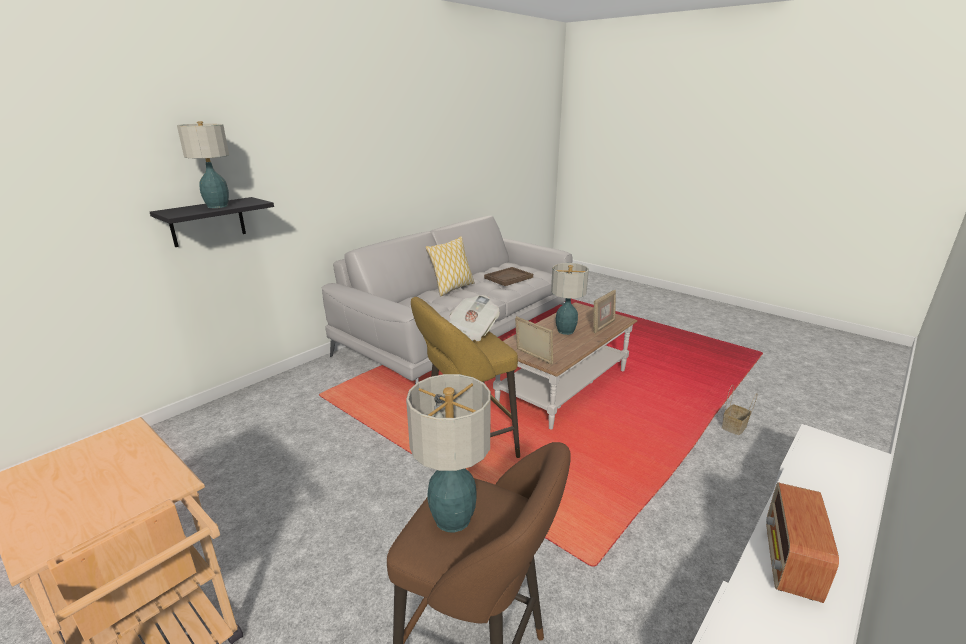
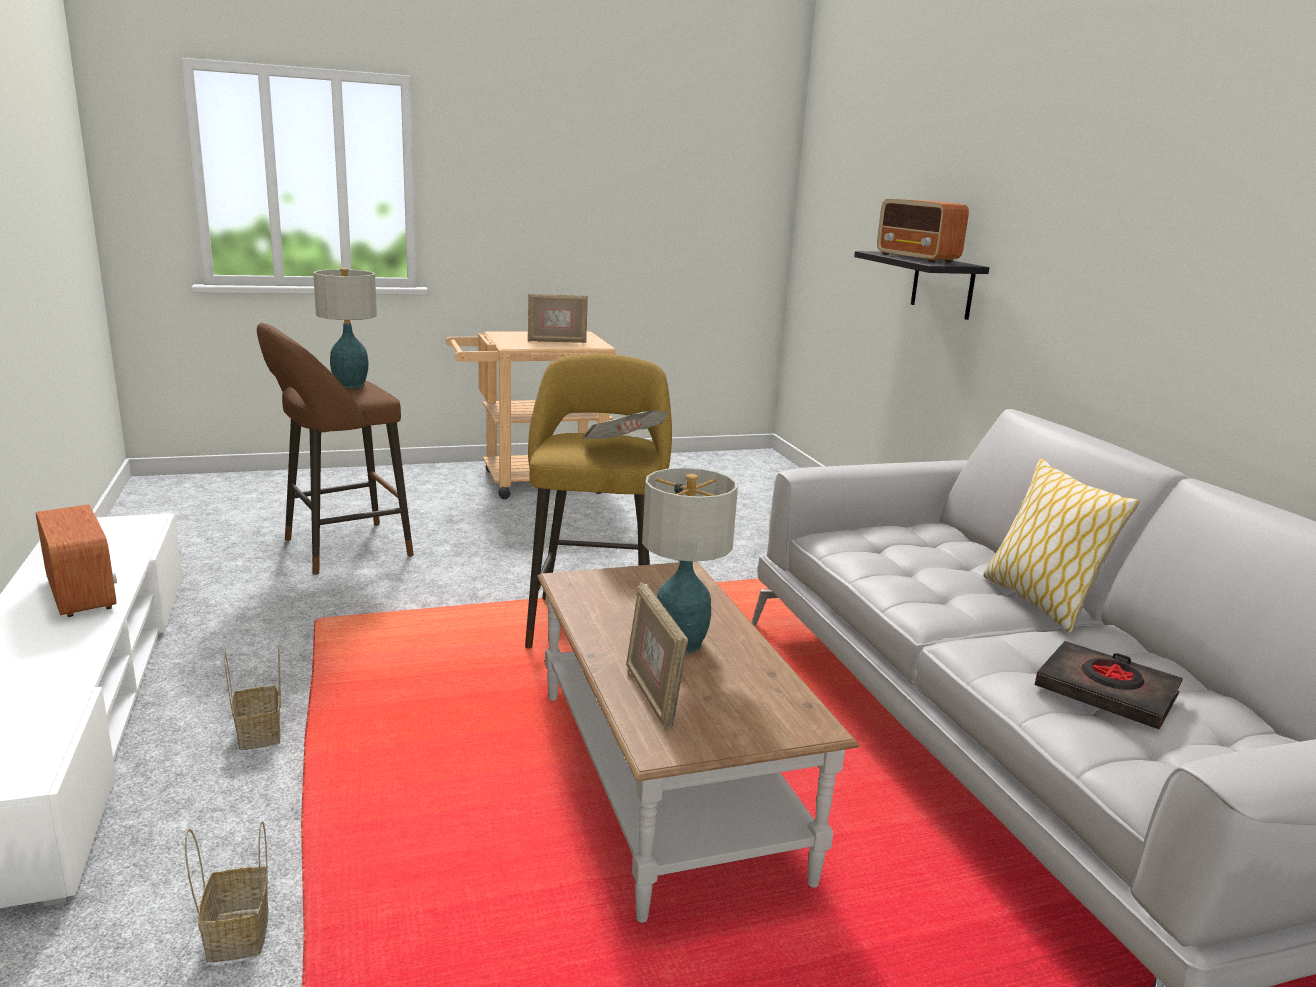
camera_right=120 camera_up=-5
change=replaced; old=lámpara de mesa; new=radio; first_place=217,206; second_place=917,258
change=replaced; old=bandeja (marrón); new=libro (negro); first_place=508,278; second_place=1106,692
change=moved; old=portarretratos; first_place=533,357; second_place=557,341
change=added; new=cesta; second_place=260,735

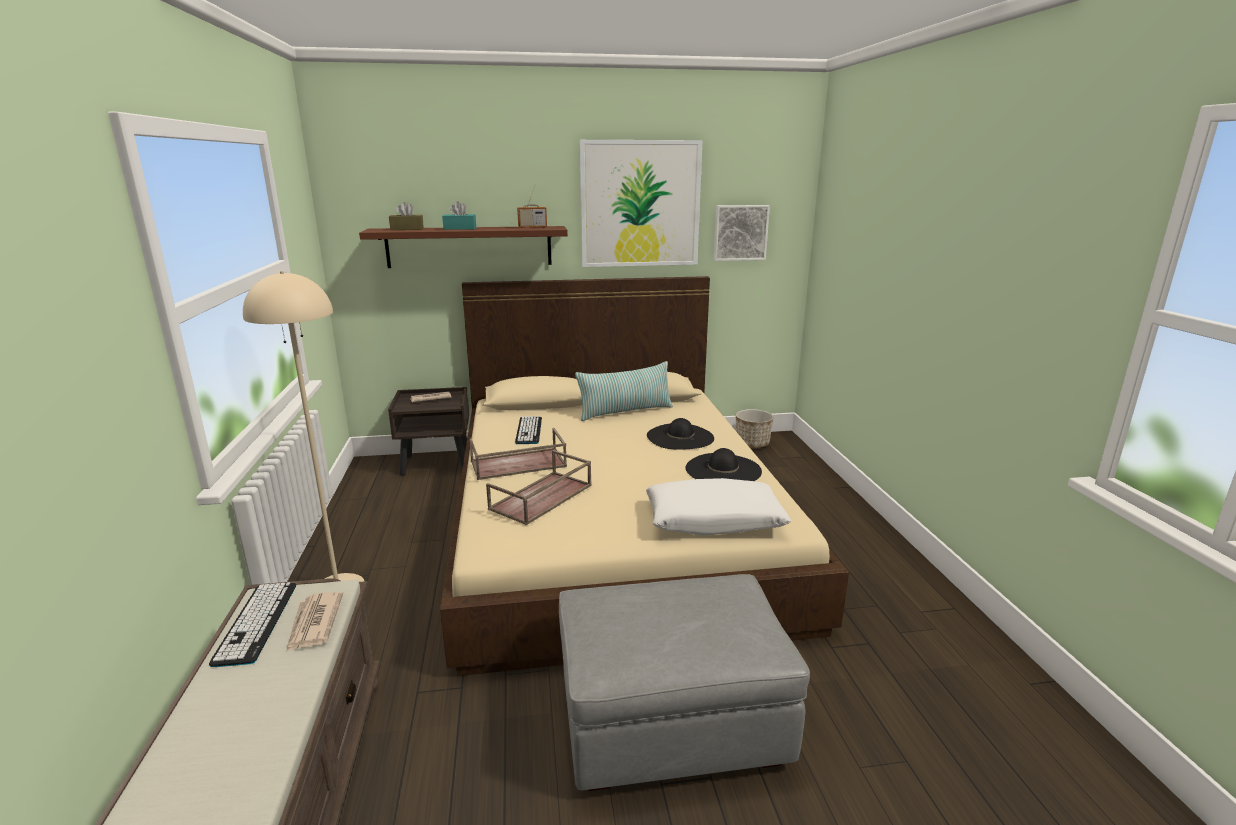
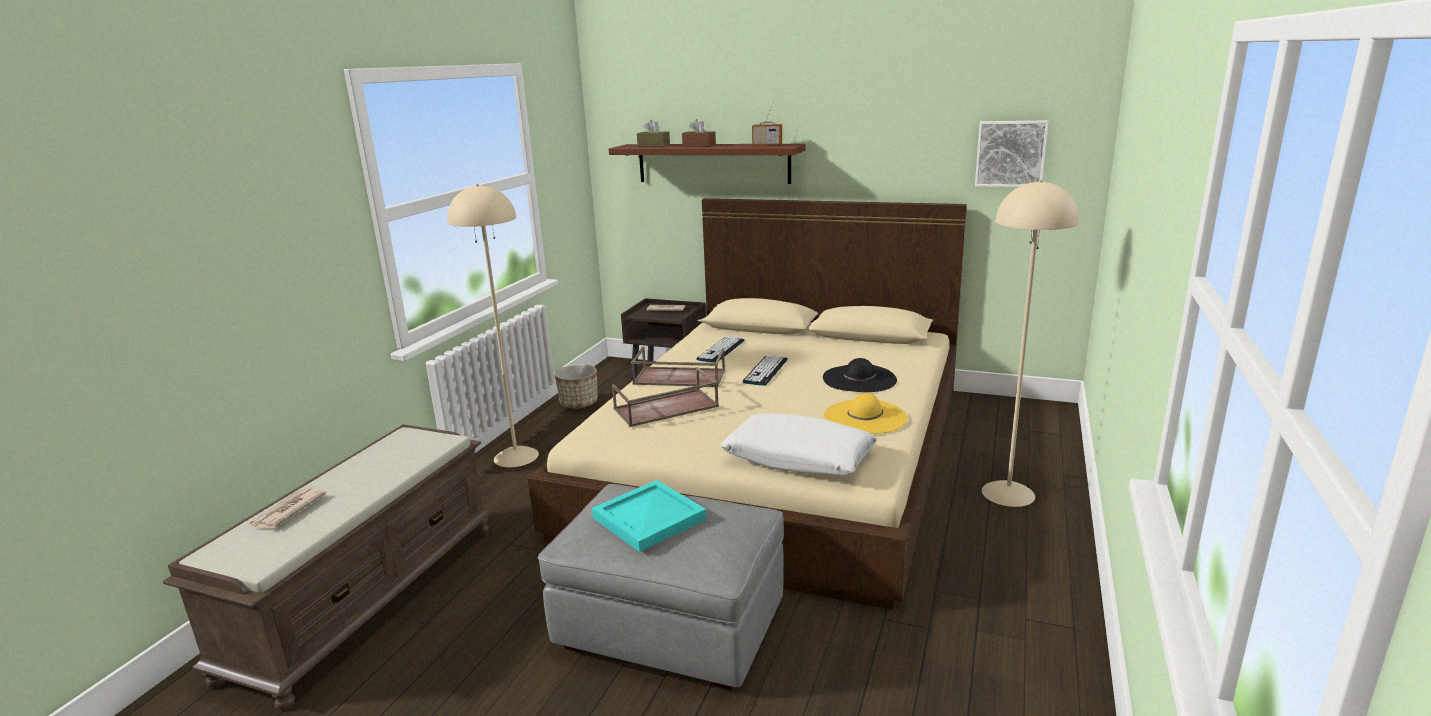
camera_right=30 camera_up=0
change=removed; old=cuadro; first_place=640,204
change=recoloured; old=caja de pañuelos (turquesa); new=caja de pañuelos (marrón); first_place=460,228; second_place=699,145
change=removed; old=cojín; first_place=625,411
change=moved; old=maceta; first_place=752,444; second_place=579,403
change=recoloured; old=sombrero (negro); new=sombrero (amarillo); first_place=723,470; second_place=865,417
change=moved; old=teclado; first_place=256,623; second_place=765,371
change=moved; old=periódico; first_place=314,623; second_place=287,511
change=added; new=lámpara de pie (beis); second_place=1008,493
change=added; new=bandeja (turquesa); second_place=648,519

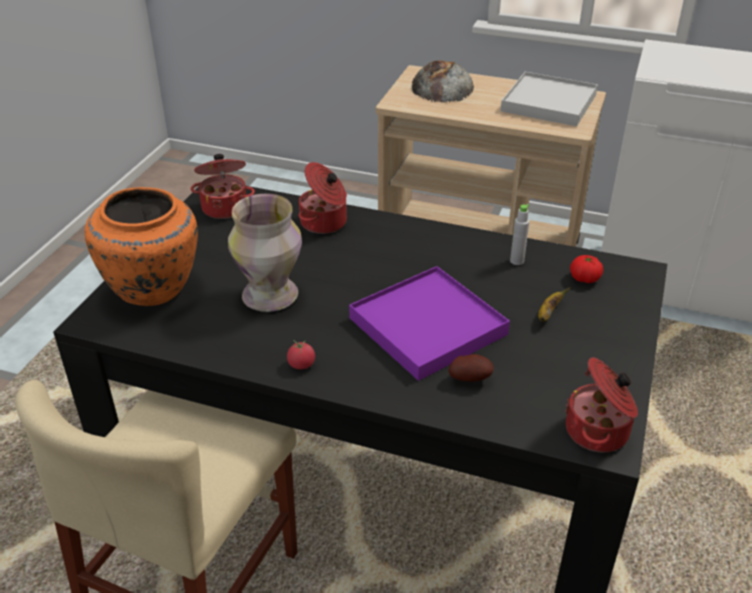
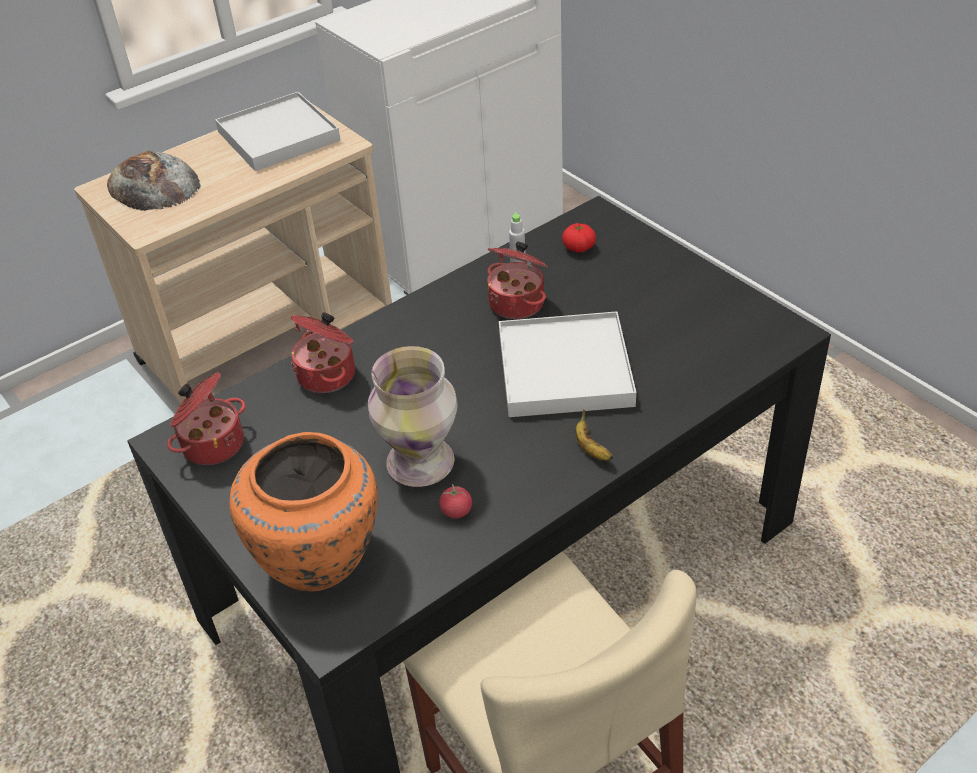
camera_right=-55 camera_up=5
change=recoloured; old=bandeja (morado); new=bandeja (blanco); first_place=427,326; second_place=564,370
change=moved; old=plátano; first_place=548,313; second_place=591,449
change=moved; old=tomate; first_place=301,364; second_place=456,511
change=removed; old=patata; first_place=470,378
change=moved; old=olla; first_place=598,431; second_place=518,303

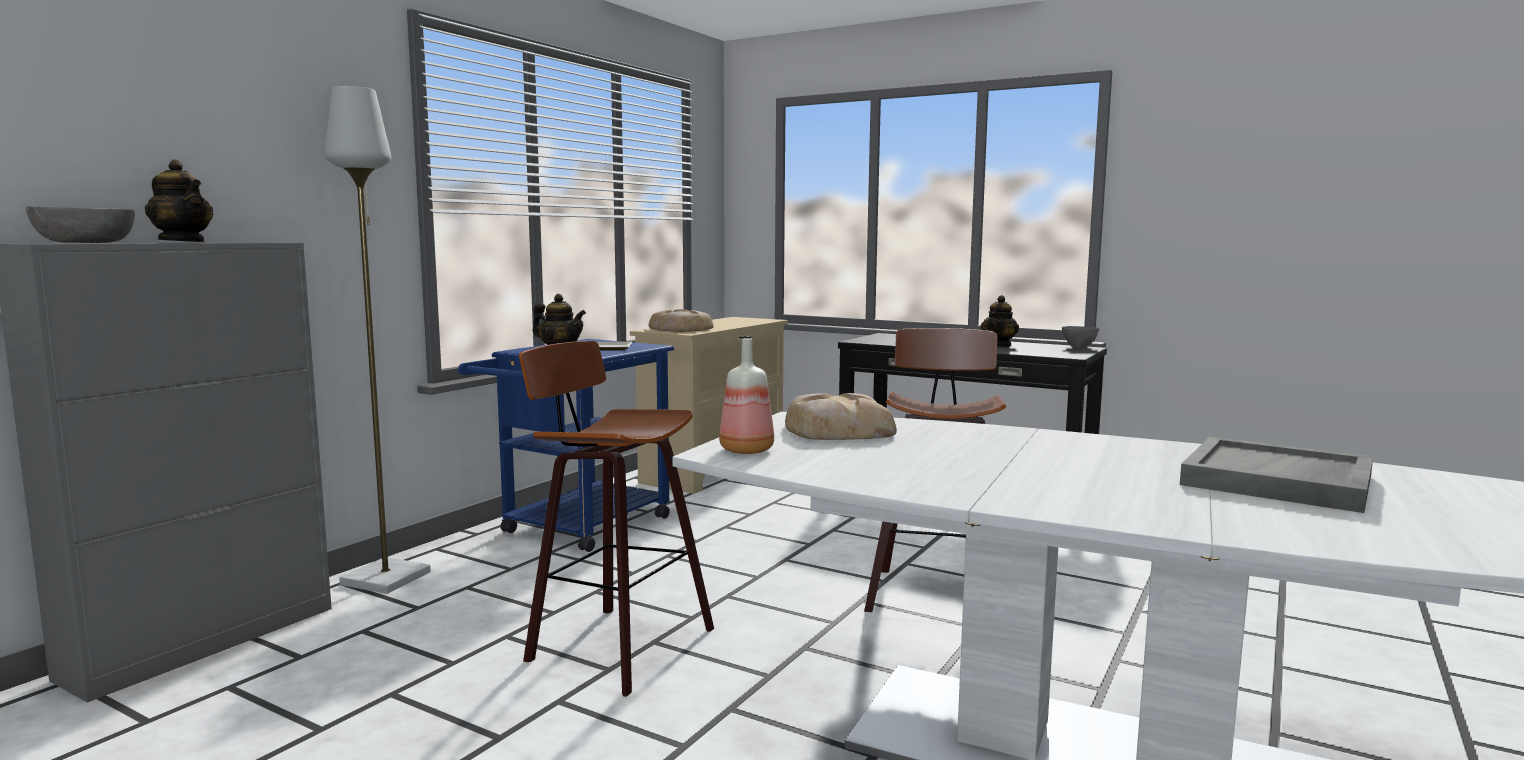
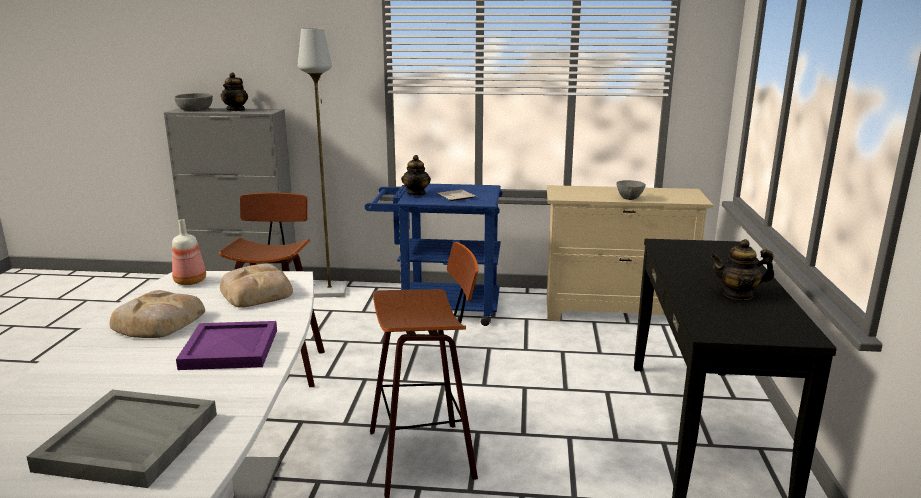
camera_right=65 camera_up=10
change=moved; old=pan; first_place=681,329; second_place=157,322
change=moved; old=cuenco (gris); first_place=1079,347; second_place=630,199
change=added; new=bandeja (morado); second_place=229,348

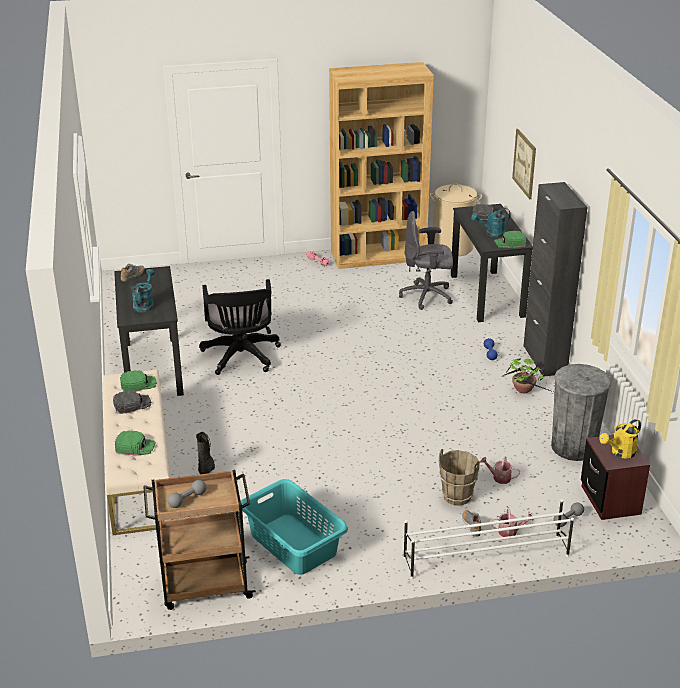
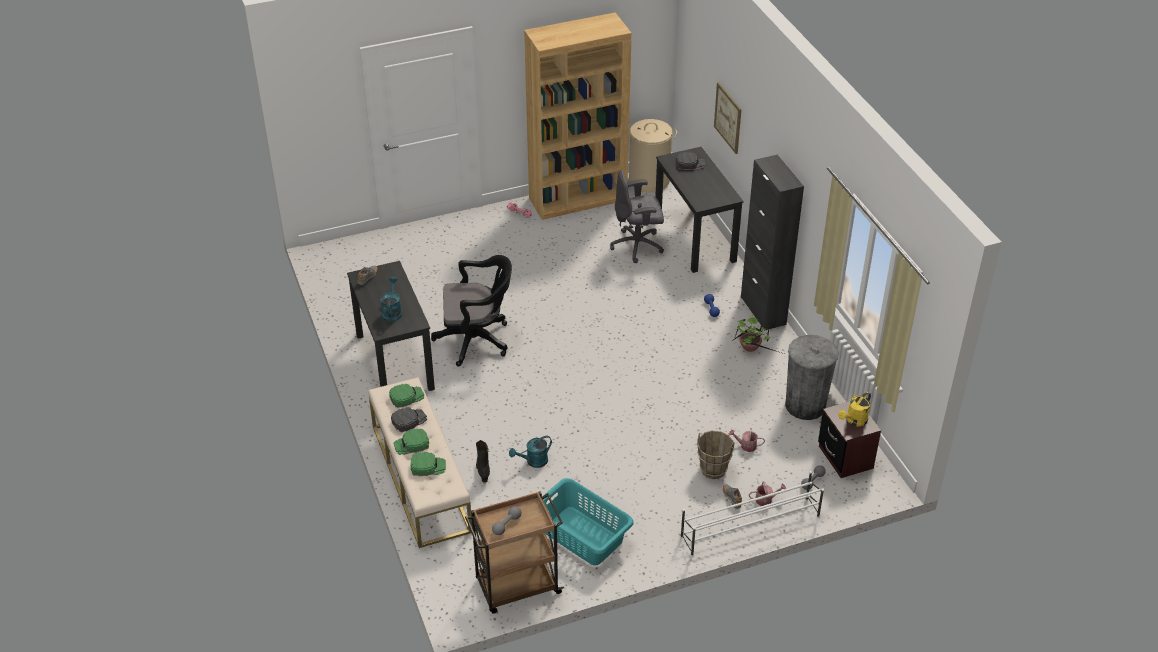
camera_right=-10 camera_up=10
change=moved; old=regadera (turquesa); first_place=492,234; second_place=533,462
change=moved; old=gorra (verde); first_place=510,243; second_place=411,444
change=turned; old=silla de oficina (negro); first_place=241,358; second_place=477,340; degrees=-75

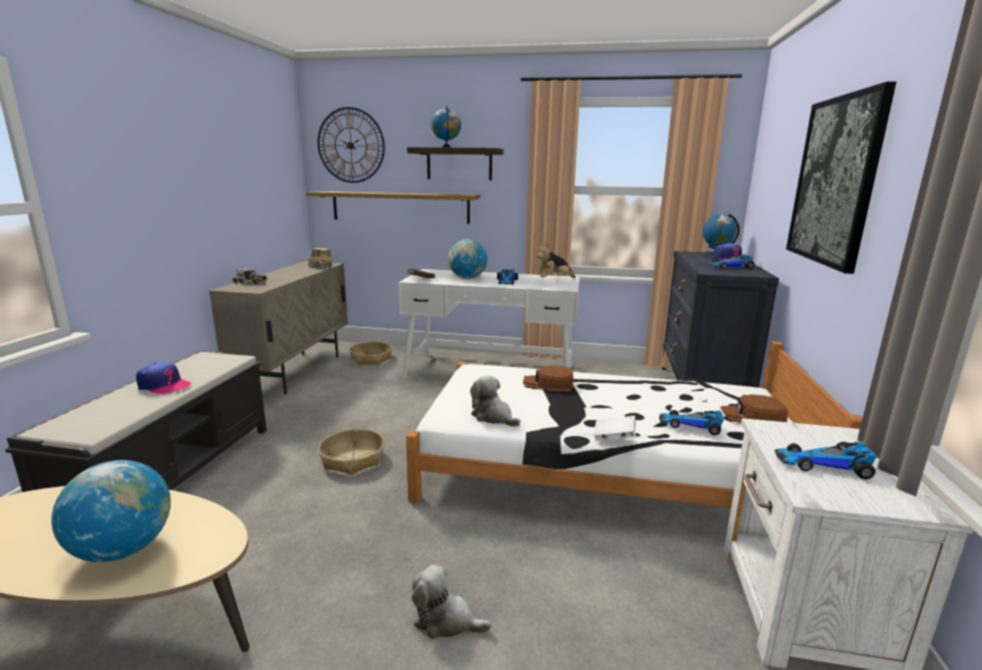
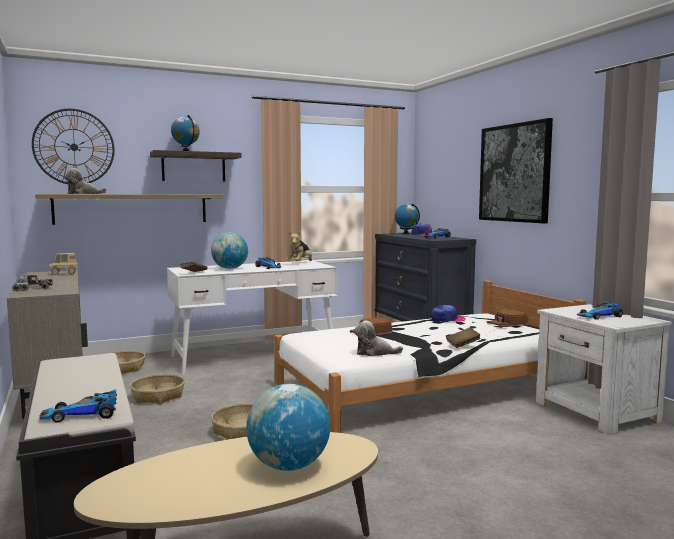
camera_right=-35 camera_up=-10
change=moved; old=gorra; first_place=164,385; second_place=447,320
change=moved; old=coche de juguete; first_place=691,425; second_place=82,415
change=recoloured; old=libro (blanco); new=libro (marrón); first_place=614,438; second_place=463,345
change=moved; old=peluche; first_place=446,620; second_place=83,194
change=added; new=cesta; second_place=158,396

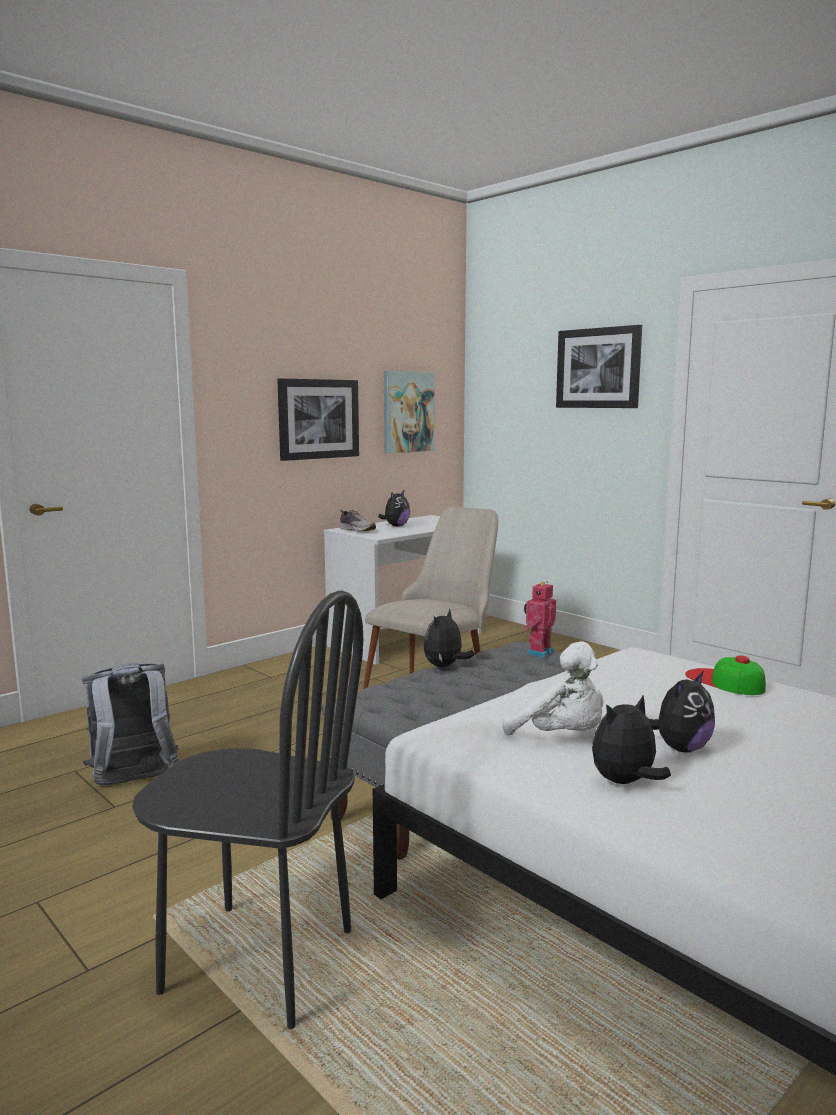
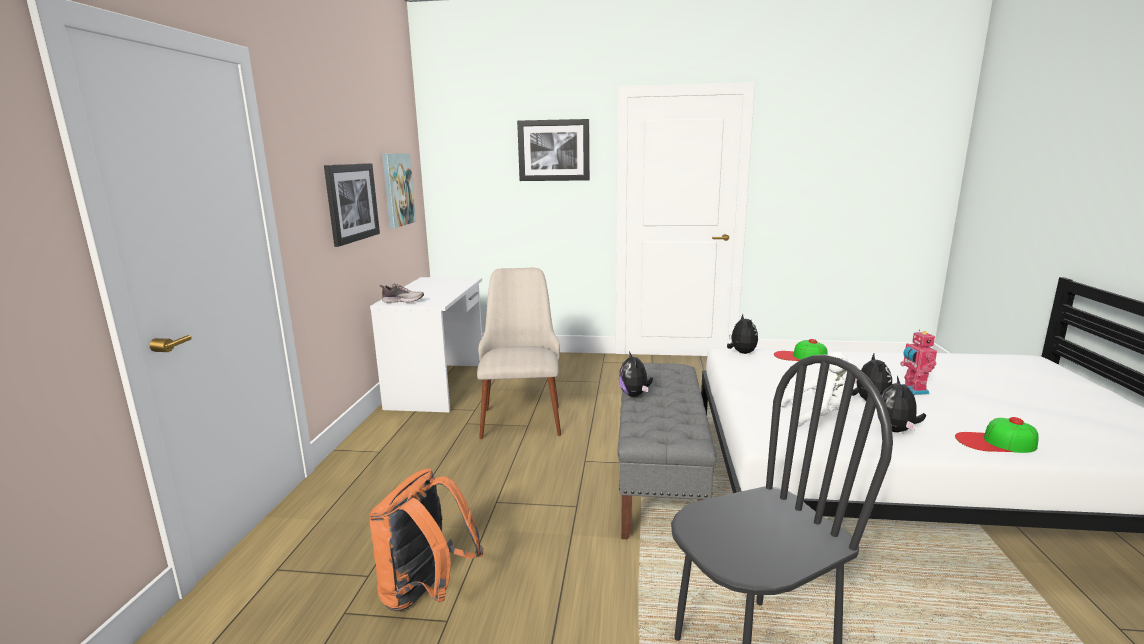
camera_right=-40 camera_up=5
change=moved; old=peluche; first_place=396,526; second_place=741,352
change=moved; old=robot de juguete; first_place=538,652; second_place=913,390
change=recoloured; old=mochila (gris); new=mochila (naranja); first_place=133,783; second_place=426,593
change=added; new=gorra; second_place=995,442

